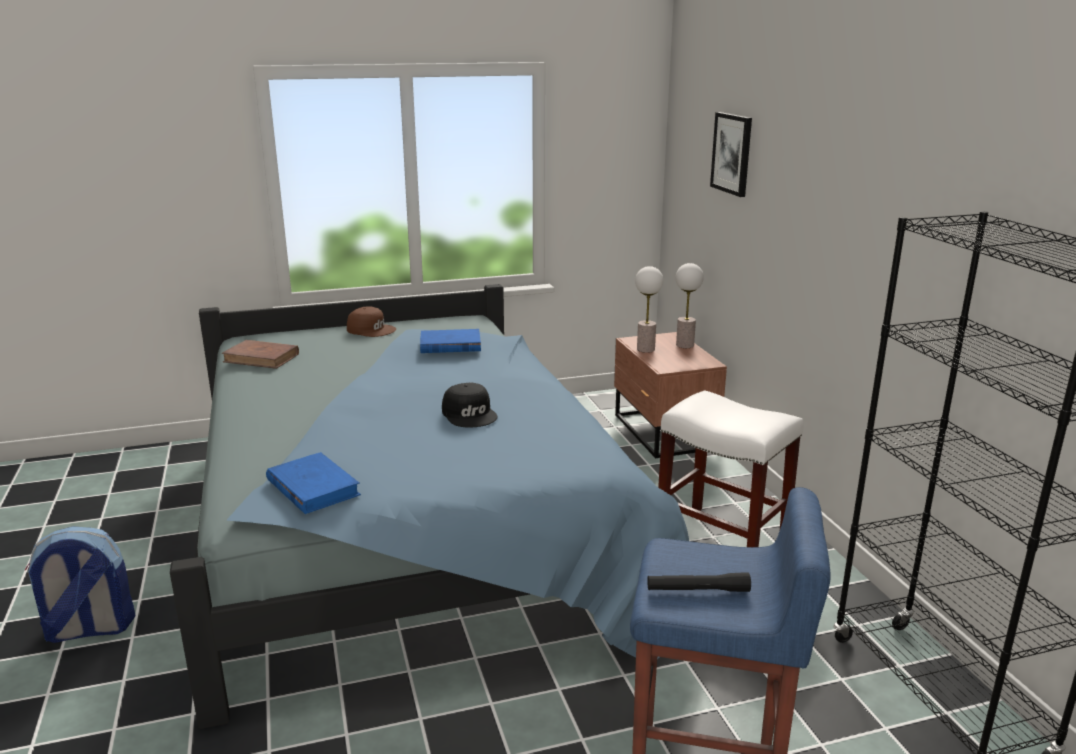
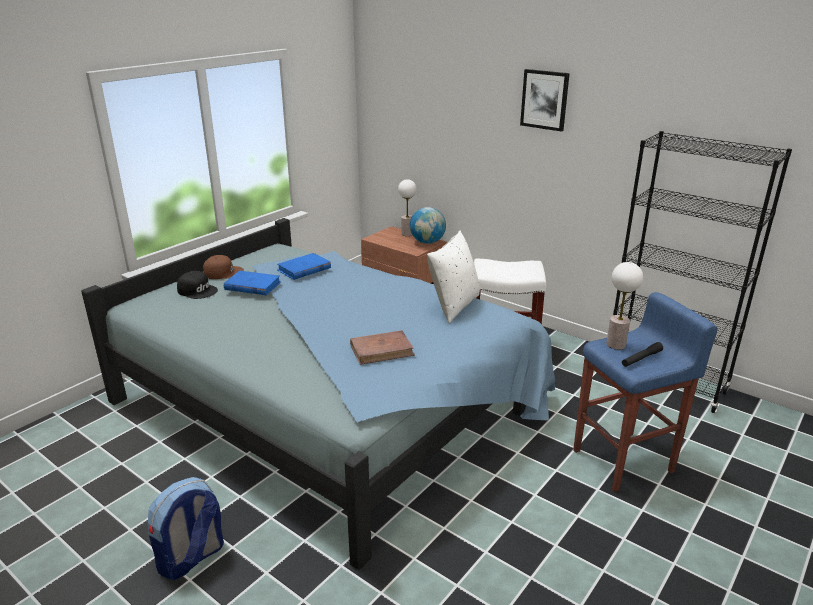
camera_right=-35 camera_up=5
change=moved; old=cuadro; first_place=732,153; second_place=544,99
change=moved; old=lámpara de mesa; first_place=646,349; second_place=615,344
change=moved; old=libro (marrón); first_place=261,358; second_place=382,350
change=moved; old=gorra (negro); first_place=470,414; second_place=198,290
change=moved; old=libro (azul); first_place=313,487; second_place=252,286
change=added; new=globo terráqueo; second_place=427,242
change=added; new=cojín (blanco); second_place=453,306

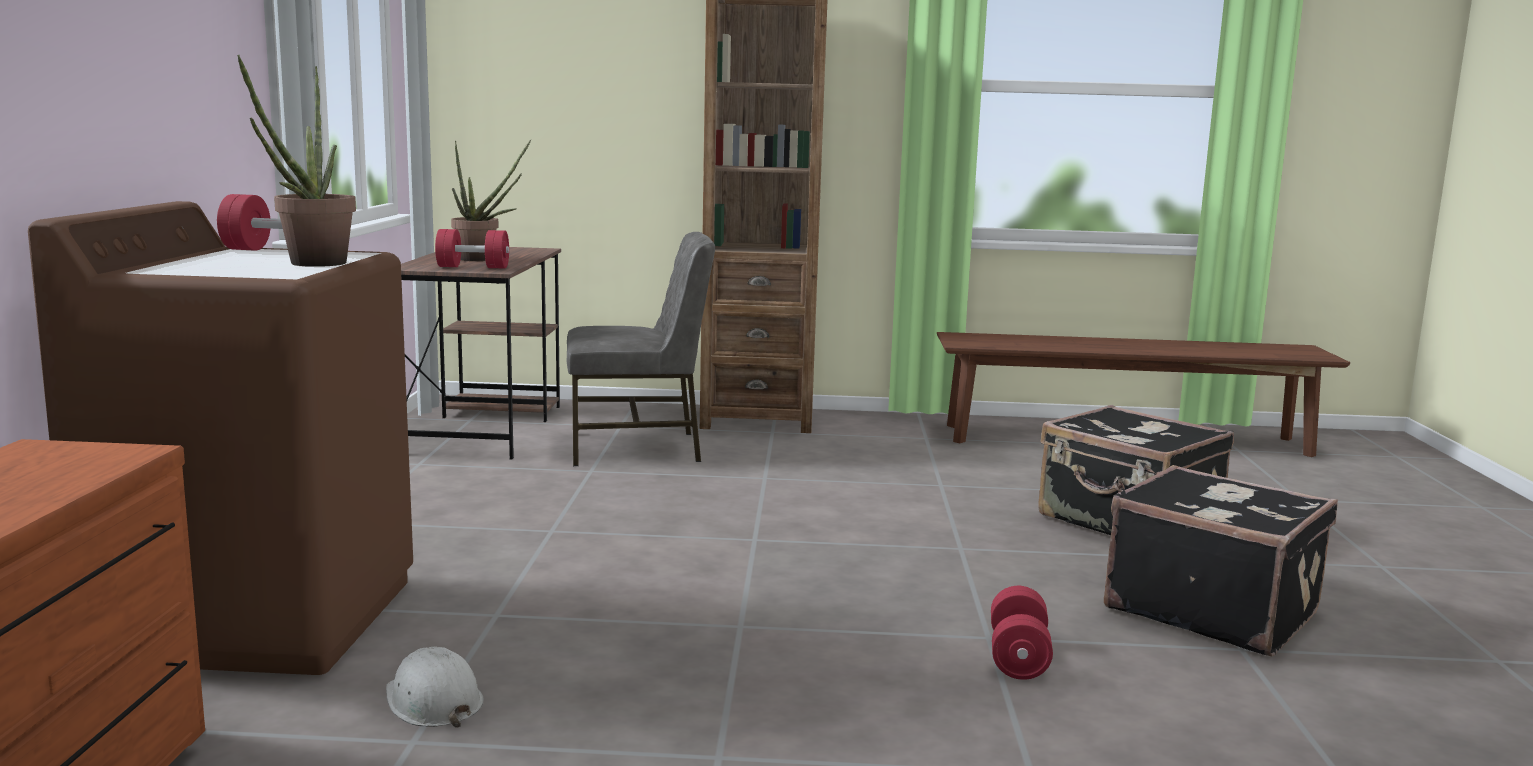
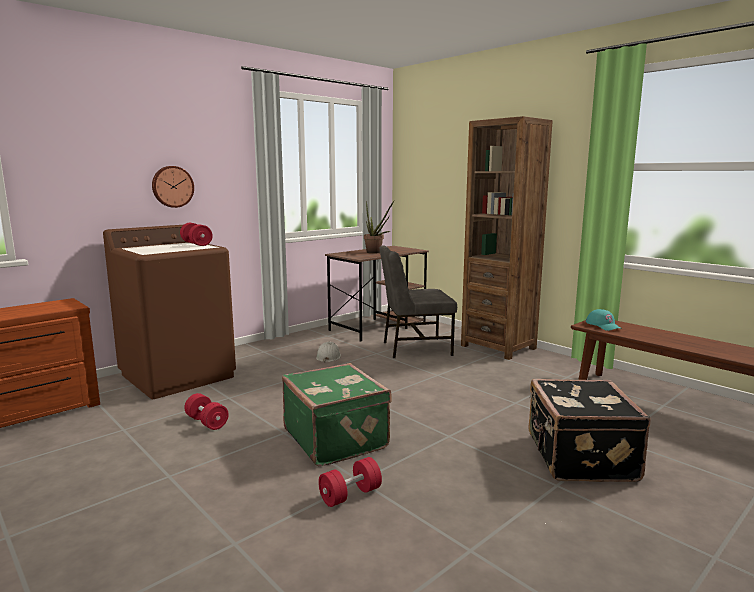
camera_right=45 camera_up=0
change=removed; old=planta en maceta; first_place=310,264
change=moved; old=mancuerna (rojo); first_place=473,267; second_place=207,422
change=turned; old=silla (gris); first_place=638,448; second_place=415,348; degrees=135
change=removed; old=maleta (negro); first_place=1211,610
change=moved; old=casco (blanco); first_place=433,702; second_place=328,357
change=added; new=reloj de pared; second_place=172,186
change=added; new=gorra (turquesa); second_place=603,325
change=added; new=maleta (verde); second_place=337,438

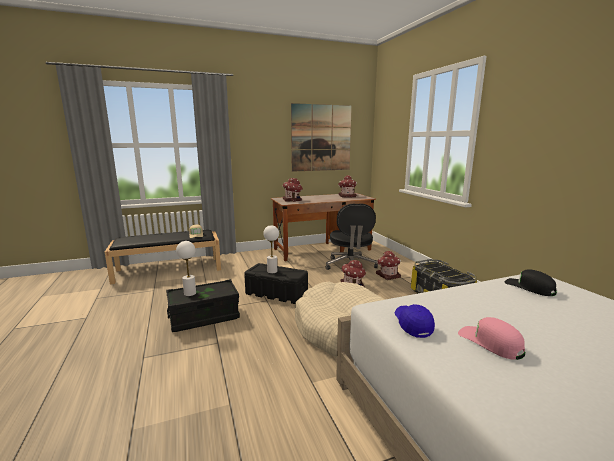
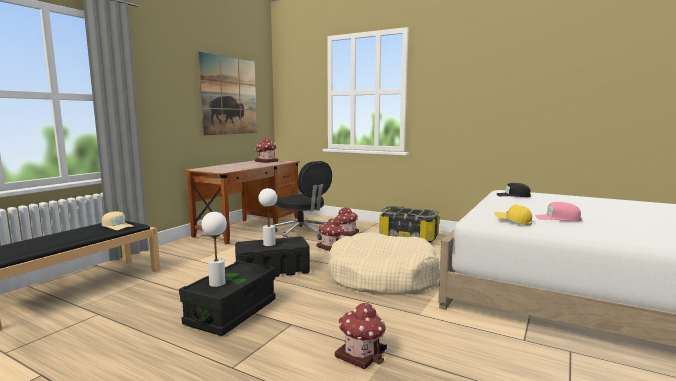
camera_right=-40 camera_up=-5
change=moved; old=casita; first_place=292,200; second_place=361,354
change=recoloured; old=gorra (azul); new=gorra (amarillo); first_place=412,325; second_place=513,222

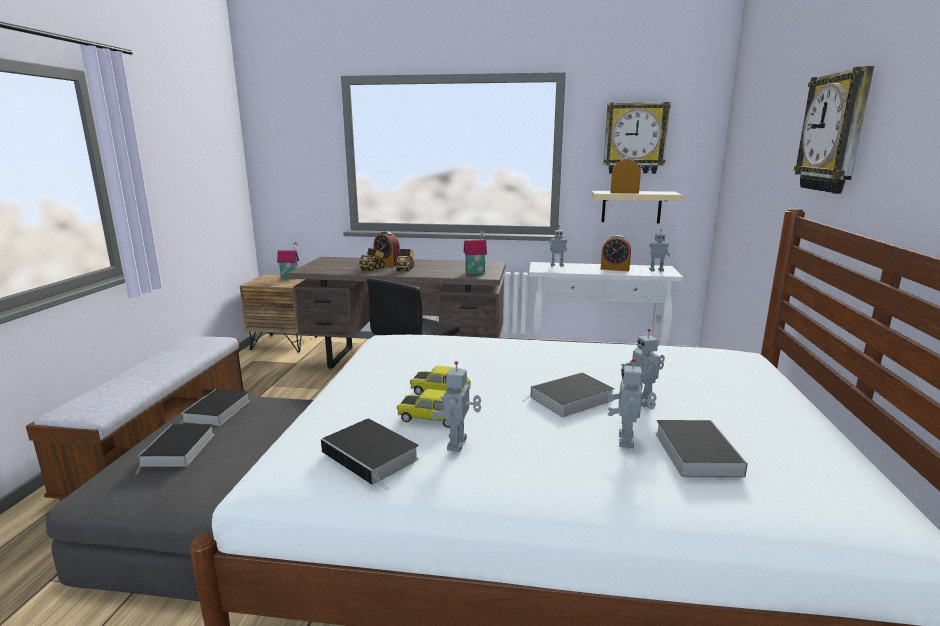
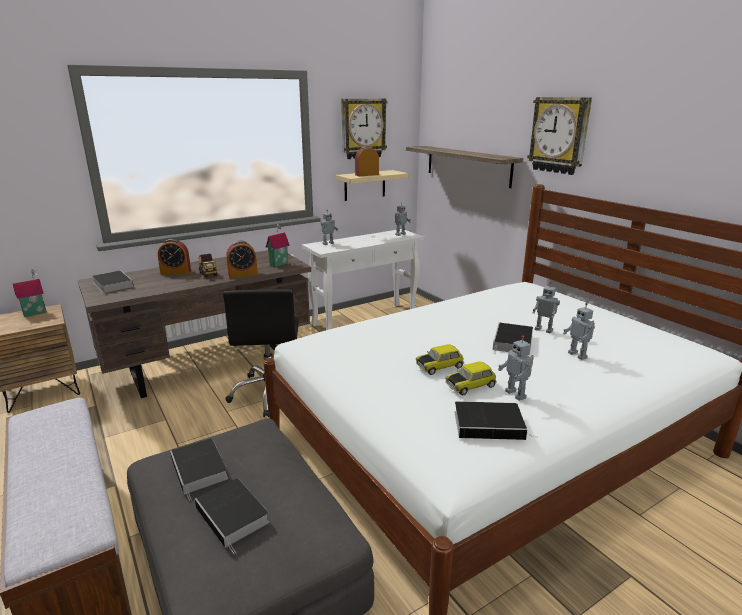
camera_right=-40 camera_up=5
change=moved; old=despertador; first_place=614,269; second_place=243,274
change=removed; old=camión de juguete; first_place=373,268
change=moved; old=libro; first_place=694,451; second_place=112,284
change=added; new=estante; second_place=467,165

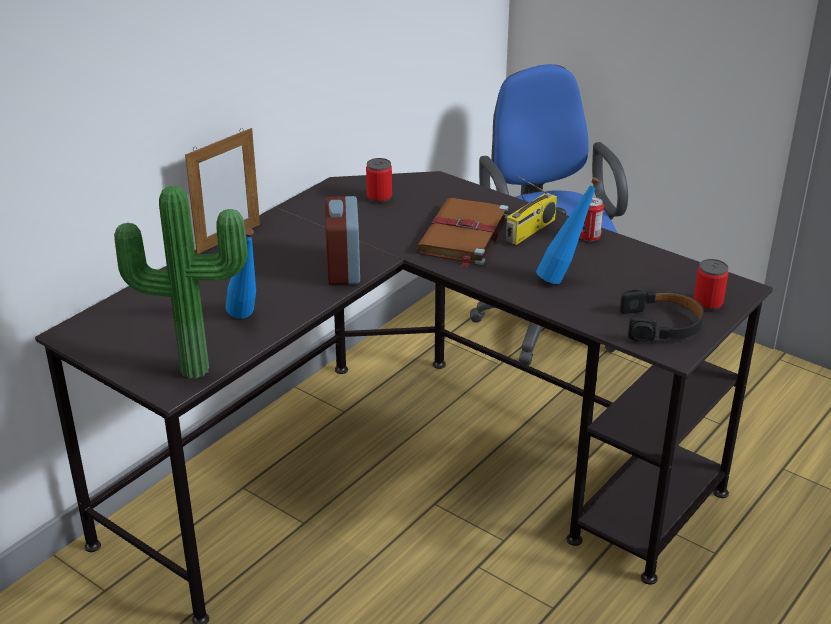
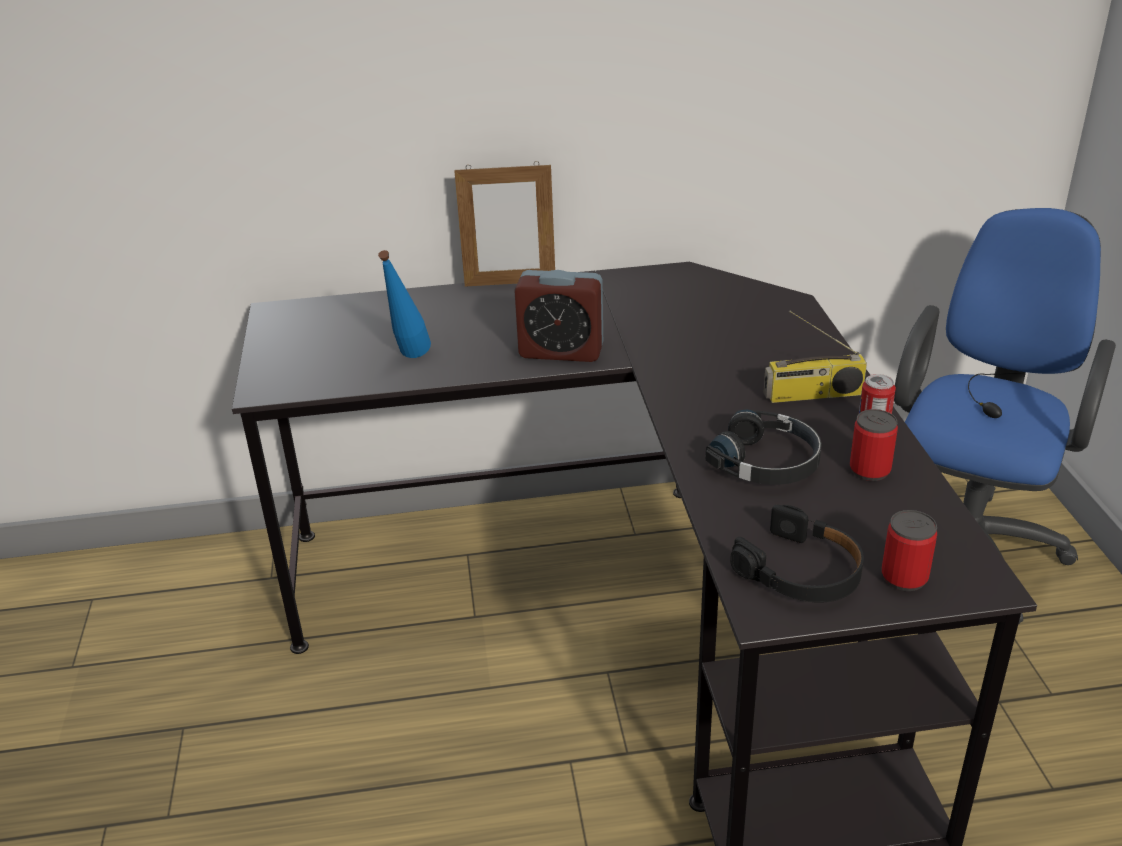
camera_right=45 camera_up=0
change=moved; old=lata; first_place=379,197; second_place=869,470
change=replaced; old=botella (azul); new=auriculares (negro); first_place=563,278; second_place=767,462
change=removed; old=planta en maceta; first_place=195,366
change=turned; old=despertador; first_place=343,269; second_place=561,351; degrees=-120
change=removed; old=libro (marrón); first_place=463,235

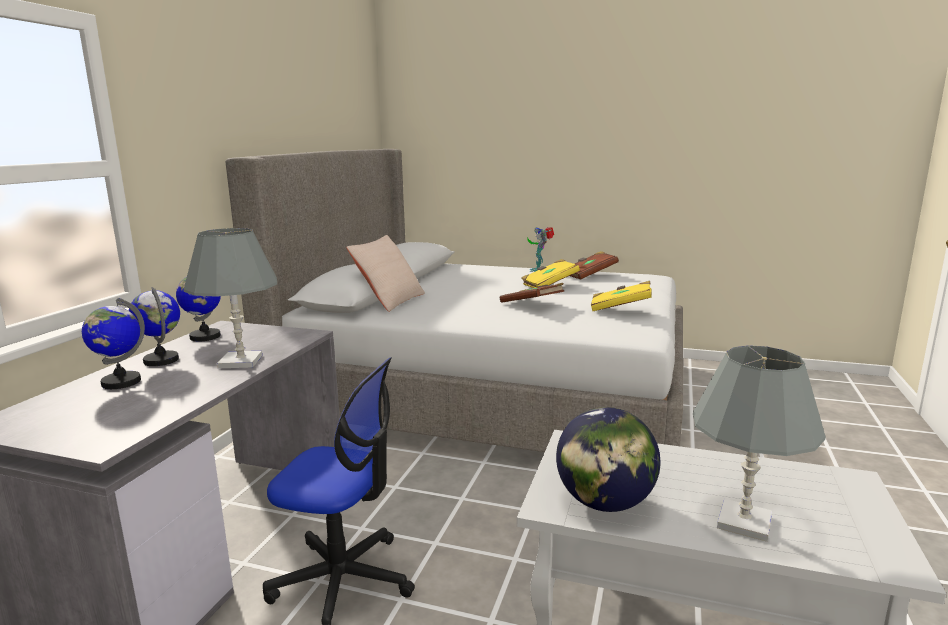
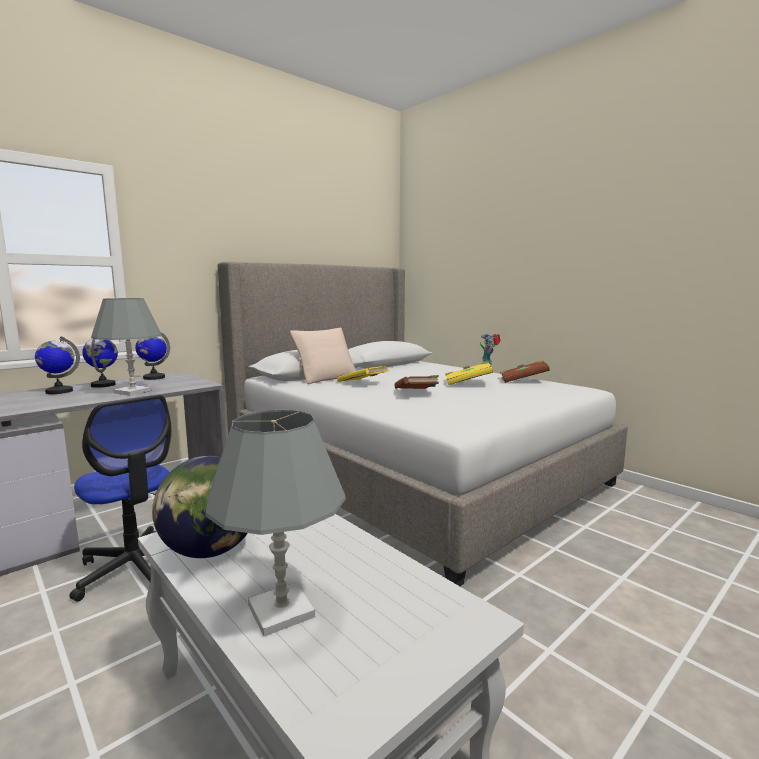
camera_right=30 camera_up=-5
change=moved; old=libro (amarillo); first_place=620,308; second_place=363,383

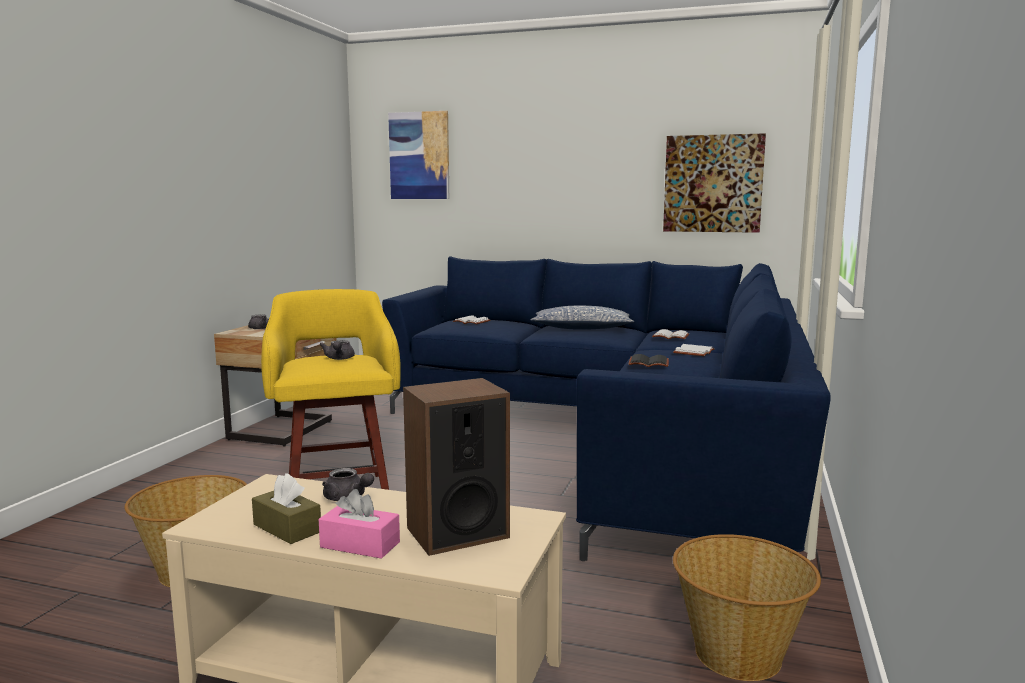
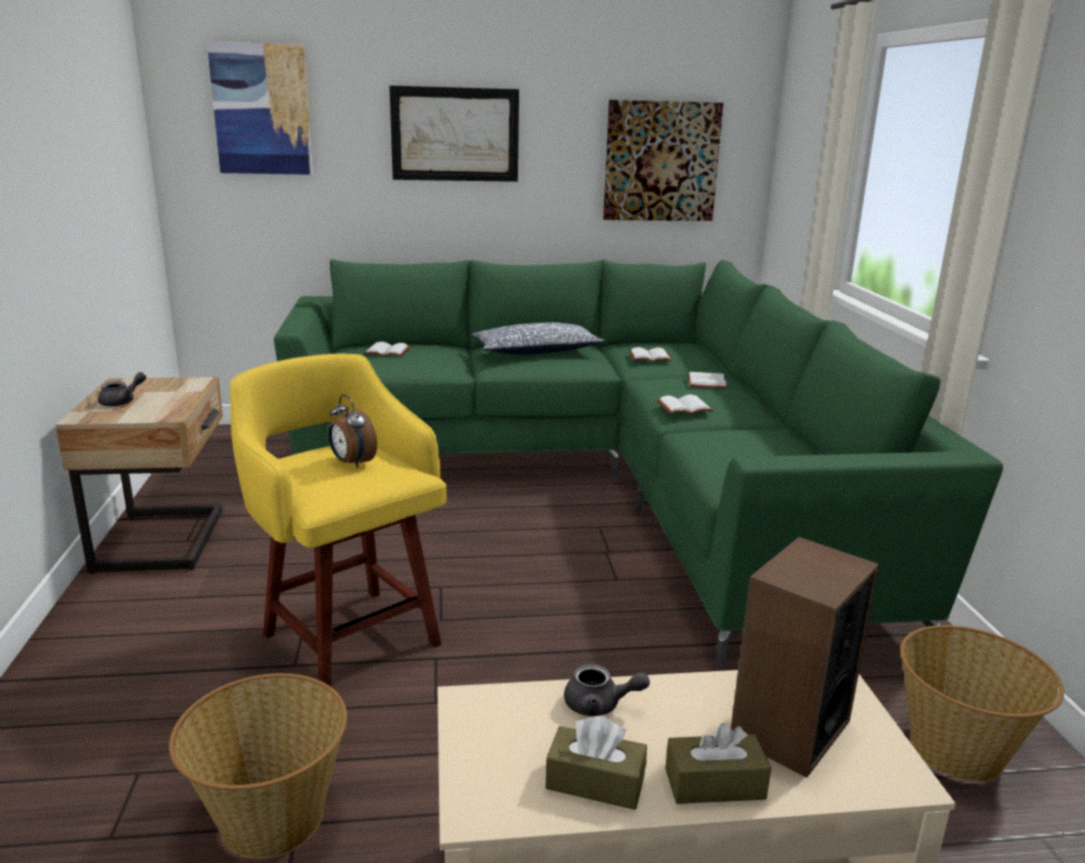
camera_right=-25 camera_up=10
change=recoloured; old=sofá (azul); new=sofá (verde); first_place=620,439; second_place=606,484
change=replaced; old=tetera (gris); new=despertador; first_place=339,359; second_place=351,463
change=recoloured; old=libro (negro); new=libro (blanco); first_place=649,363; second_place=684,407
change=recoloured; old=caja de pañuelos (rosa); new=caja de pañuelos (marrón); first_place=360,545; second_place=714,784
change=added; new=cuadro; second_place=455,134

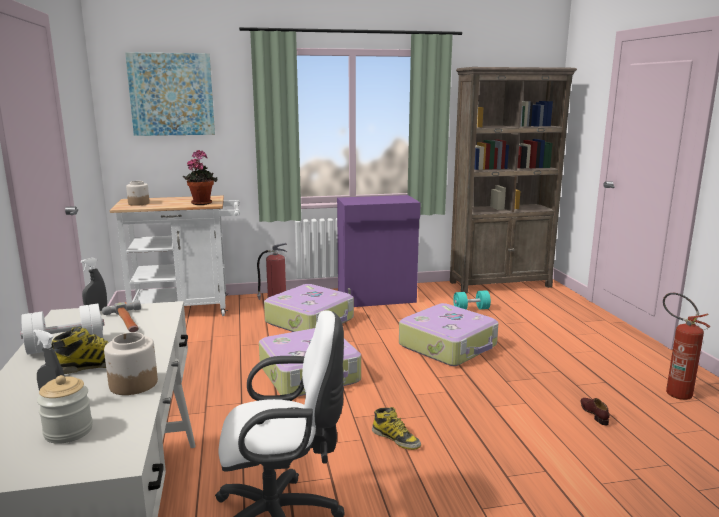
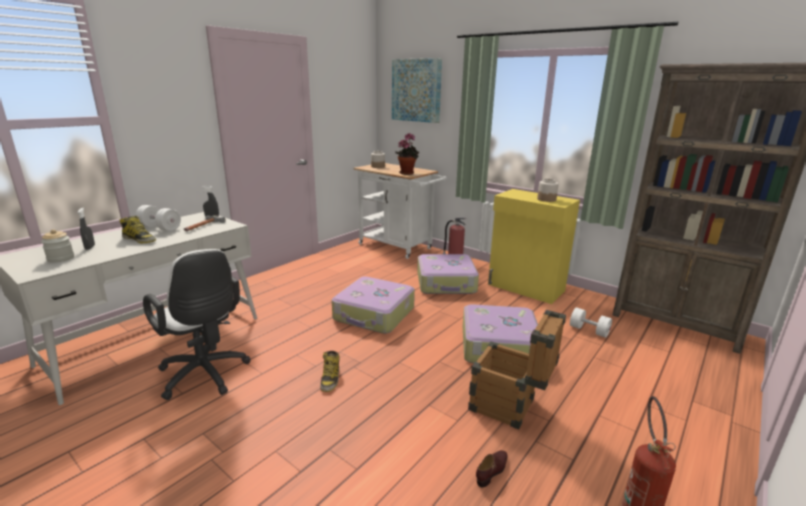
camera_right=50 camera_up=5
change=recoloured; old=armario (morado); new=armario (amarillo); first_place=377,298; second_place=525,288
change=recoloured; old=mancuerna (turquesa); new=mancuerna (blanco); first_place=471,309; second_place=589,330
change=moved; old=tarro; first_place=133,384; second_place=546,199
change=added; new=caja de embalaje; second_place=510,408

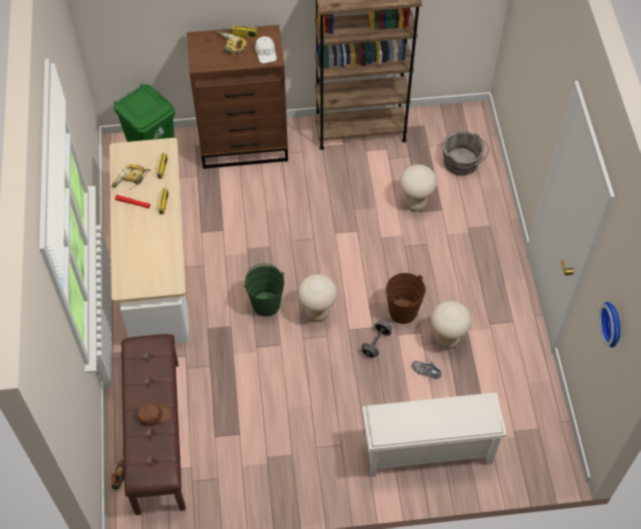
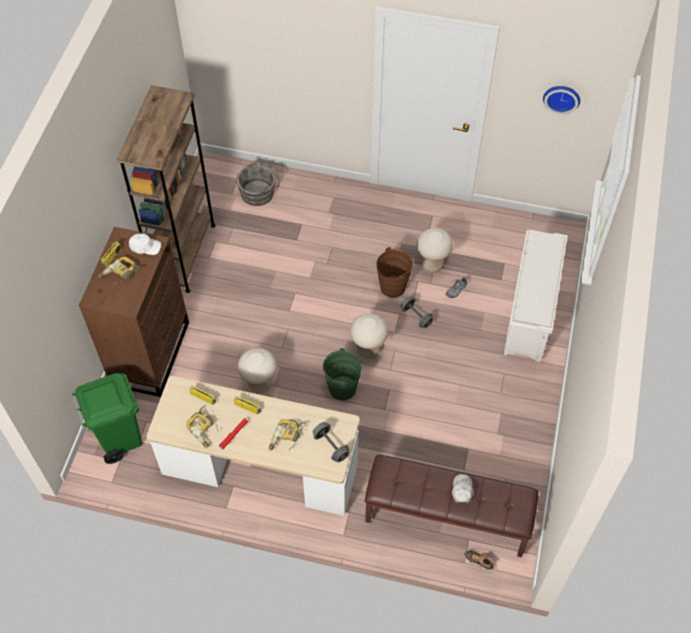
camera_right=-70 camera_up=0
change=moved; old=taburete (beis); first_place=415,204; second_place=259,385
change=recoloured; old=gorra (marrón); new=gorra (blanco); first_place=154,416; second_place=462,490
change=added; new=taladro; second_place=287,438
change=added; new=mancuerna (gris); second_place=331,446

